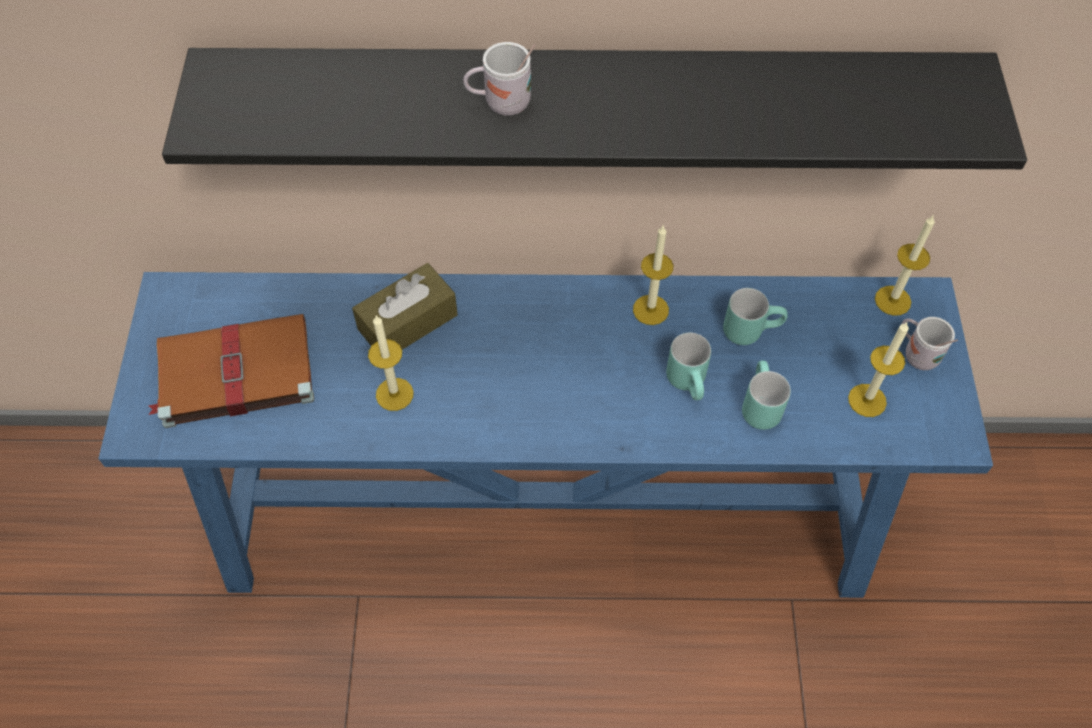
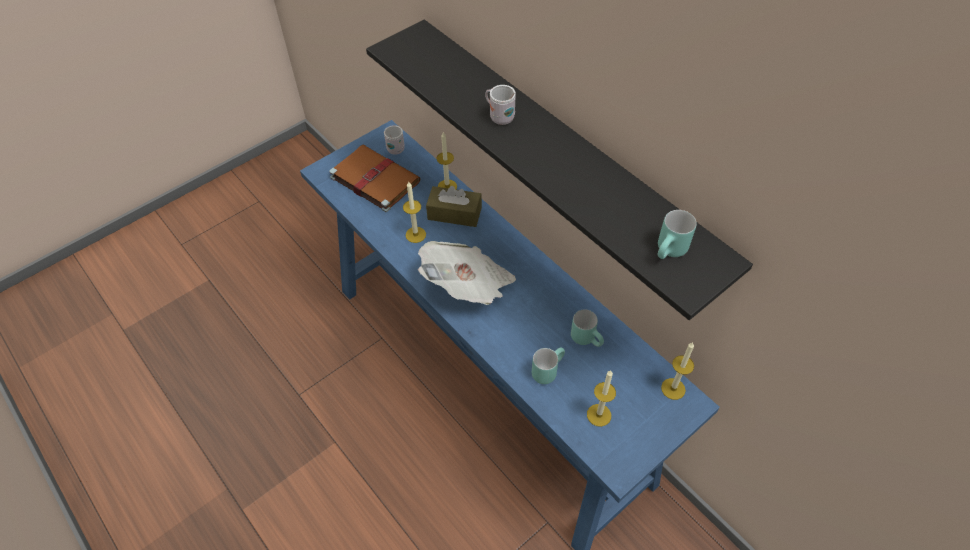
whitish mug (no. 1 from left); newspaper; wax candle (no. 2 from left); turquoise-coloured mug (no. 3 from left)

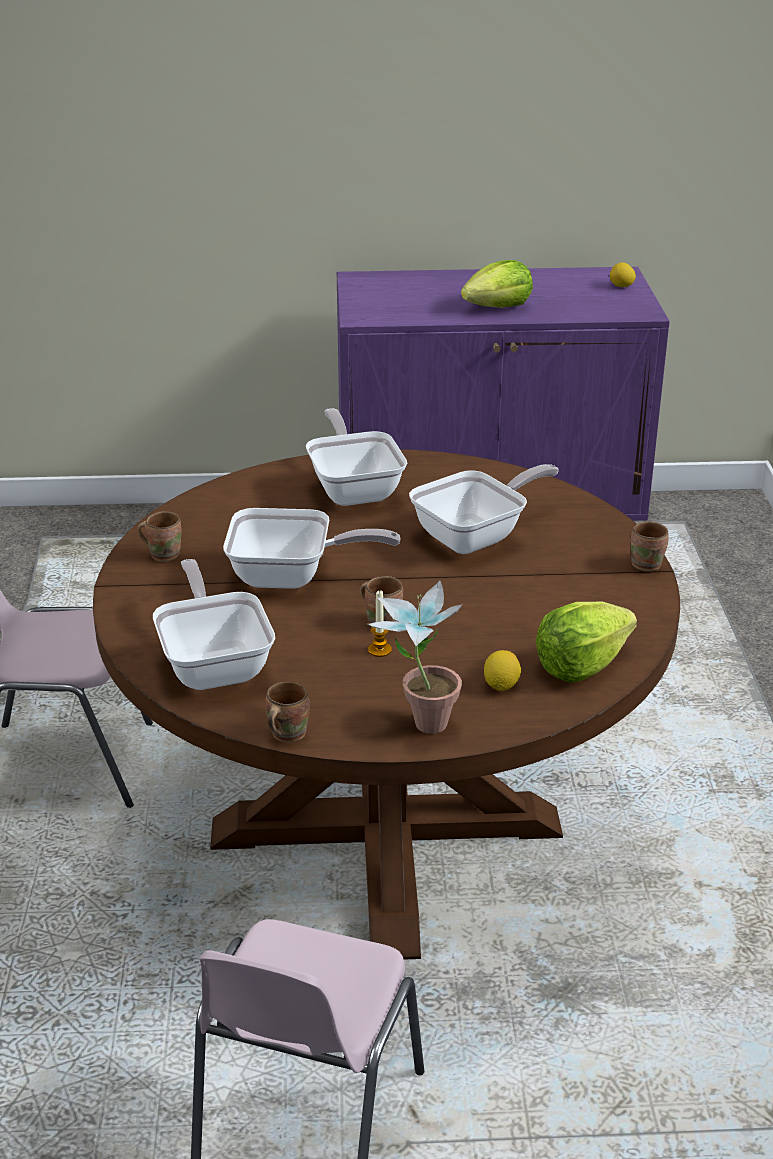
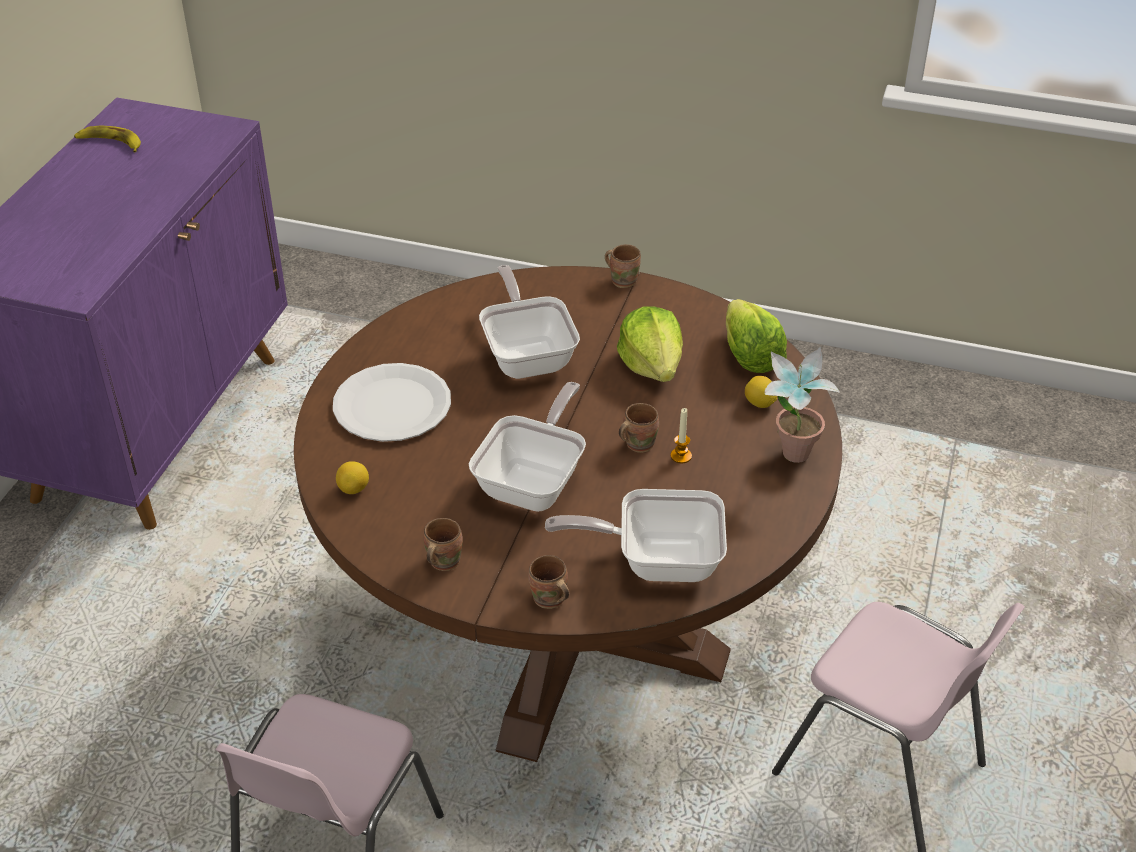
whole banana; whitish dinner plate; citrus fruit (no. 1 from left); brownish mug (no. 2 from left); lettuce head (no. 1 from left)

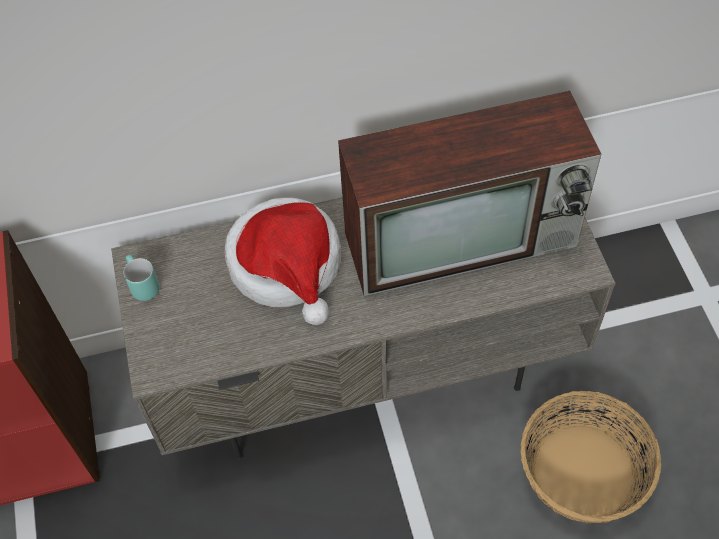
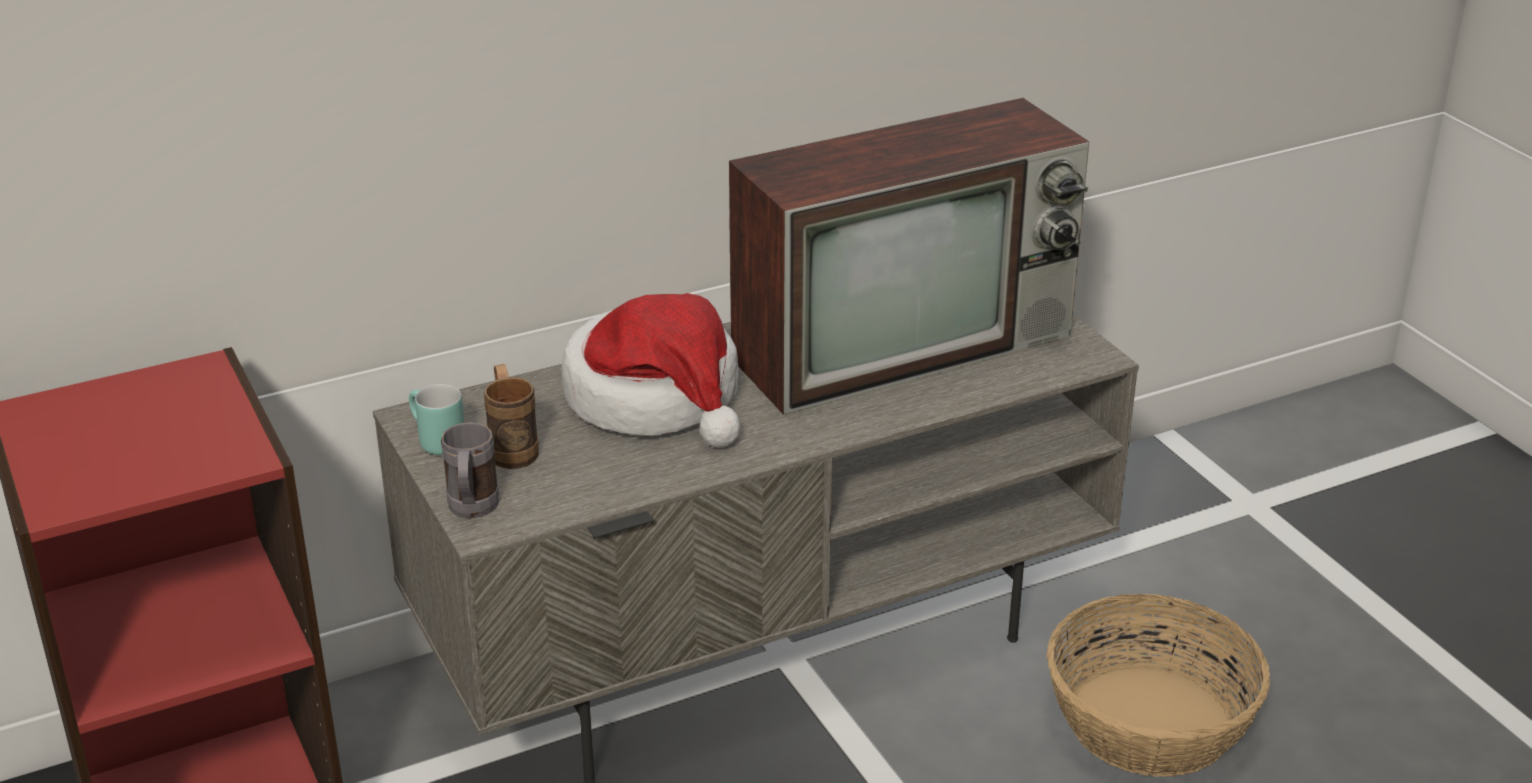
grey mug; brownish mug

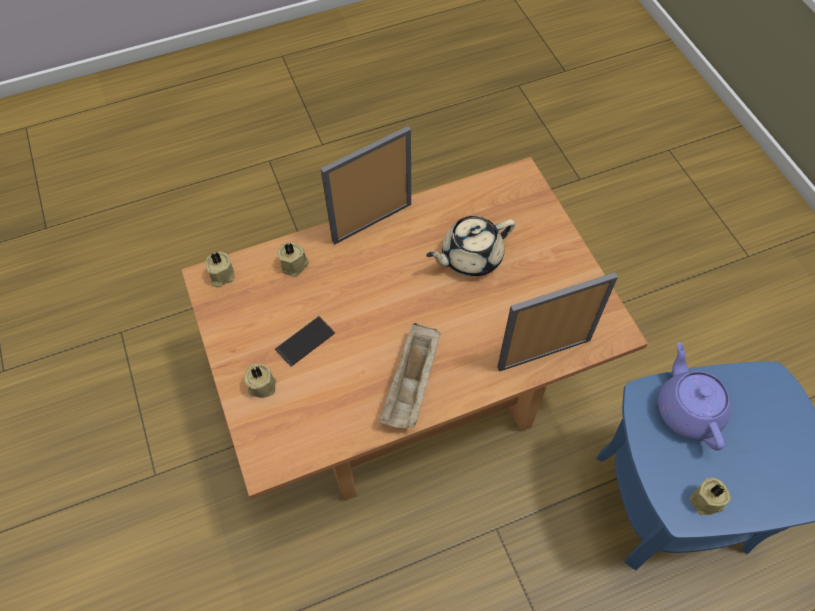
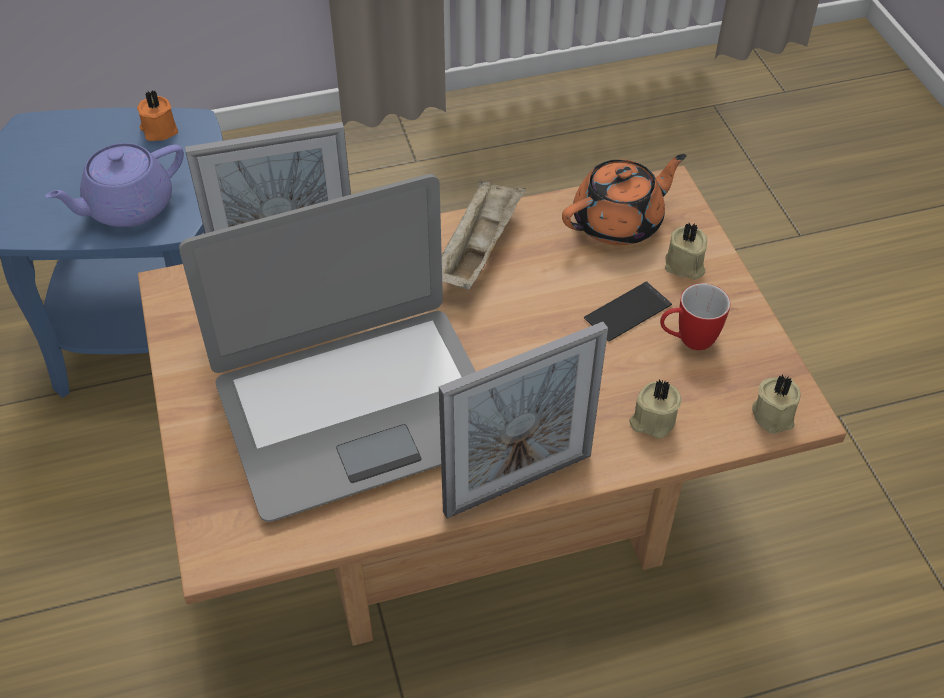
purple-coloured teapot; orangey wax candle; notebook computer; orangey teapot; mug

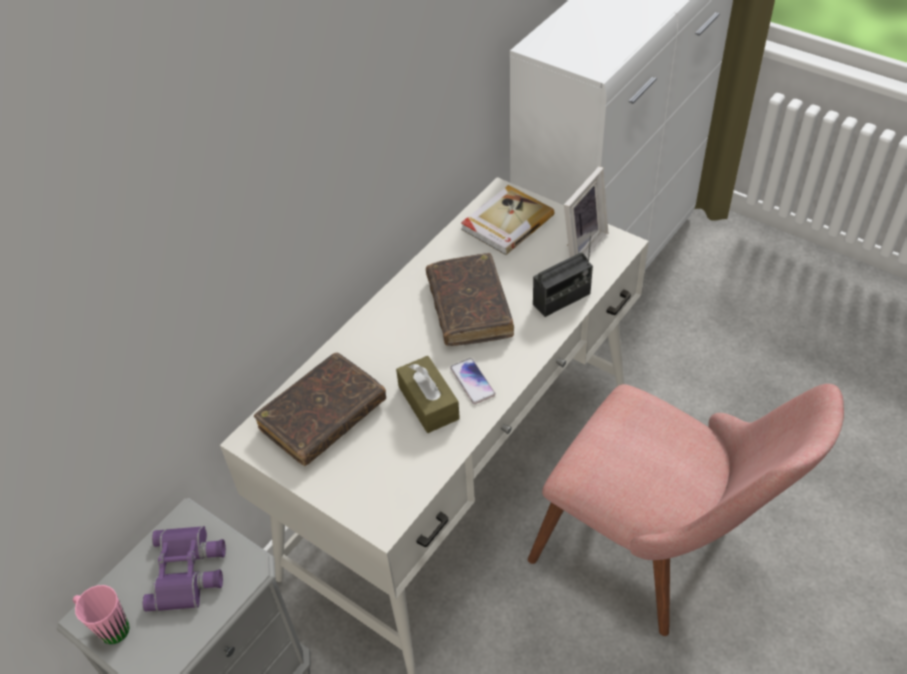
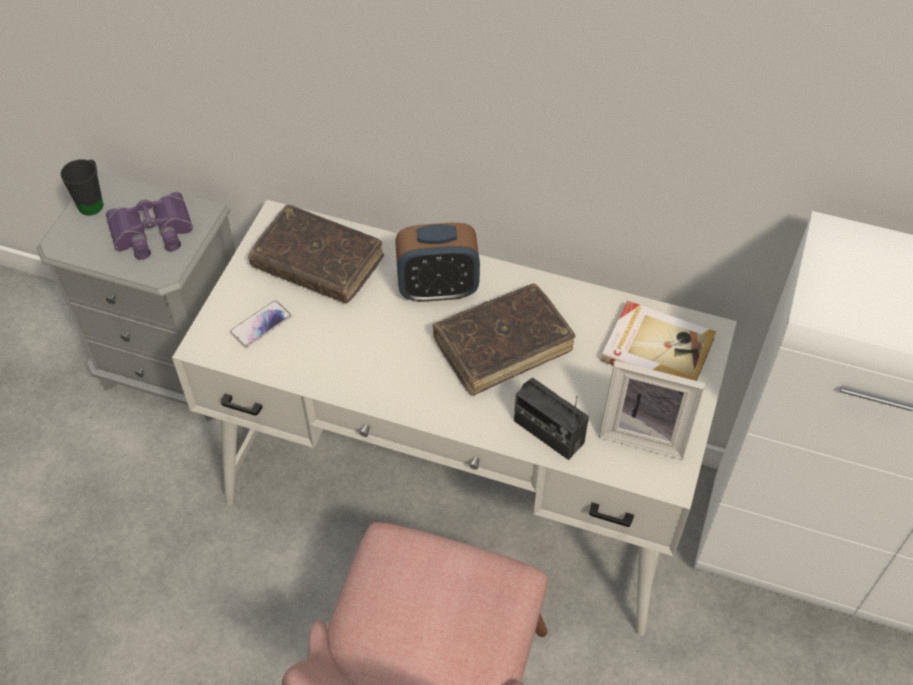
black-coloured mug; handset; alarm clock; brownish box of tissues

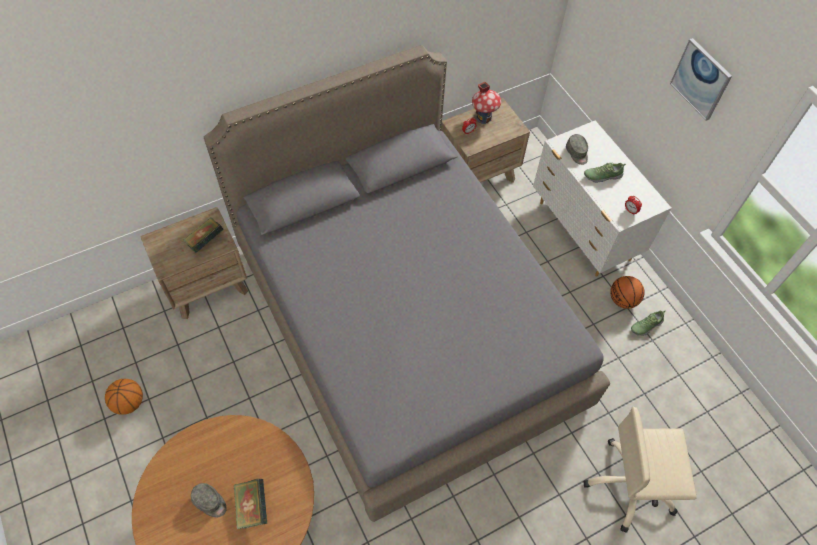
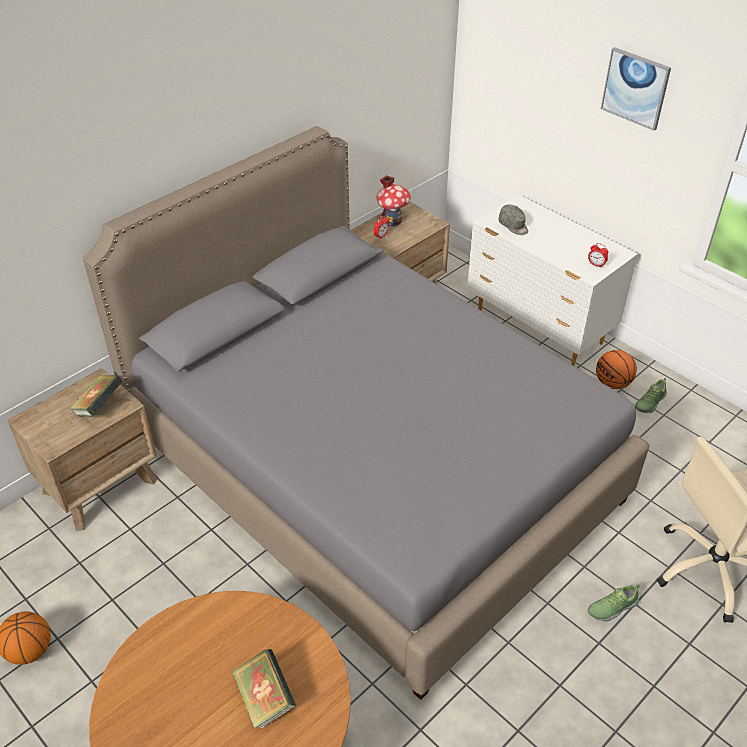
shoe (no. 1 from left); grey cap (no. 1 from left in the first image)

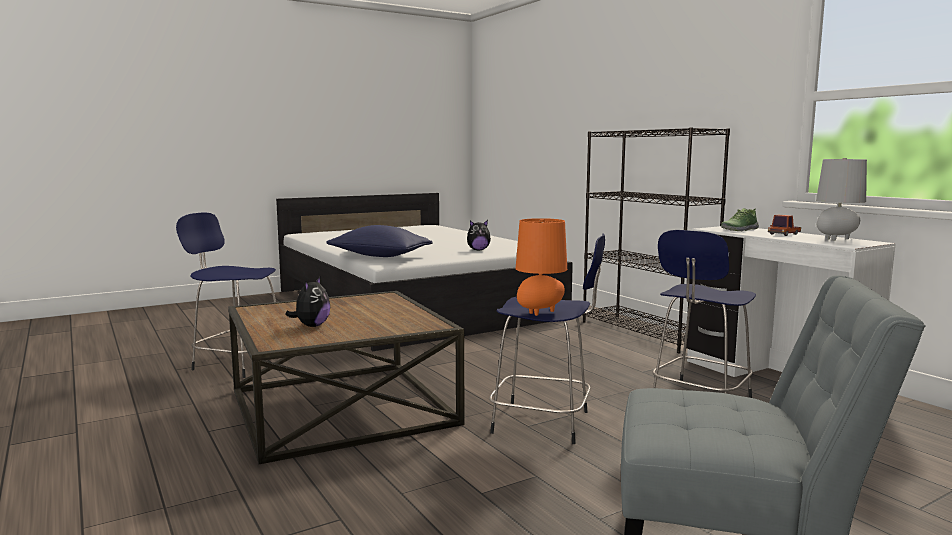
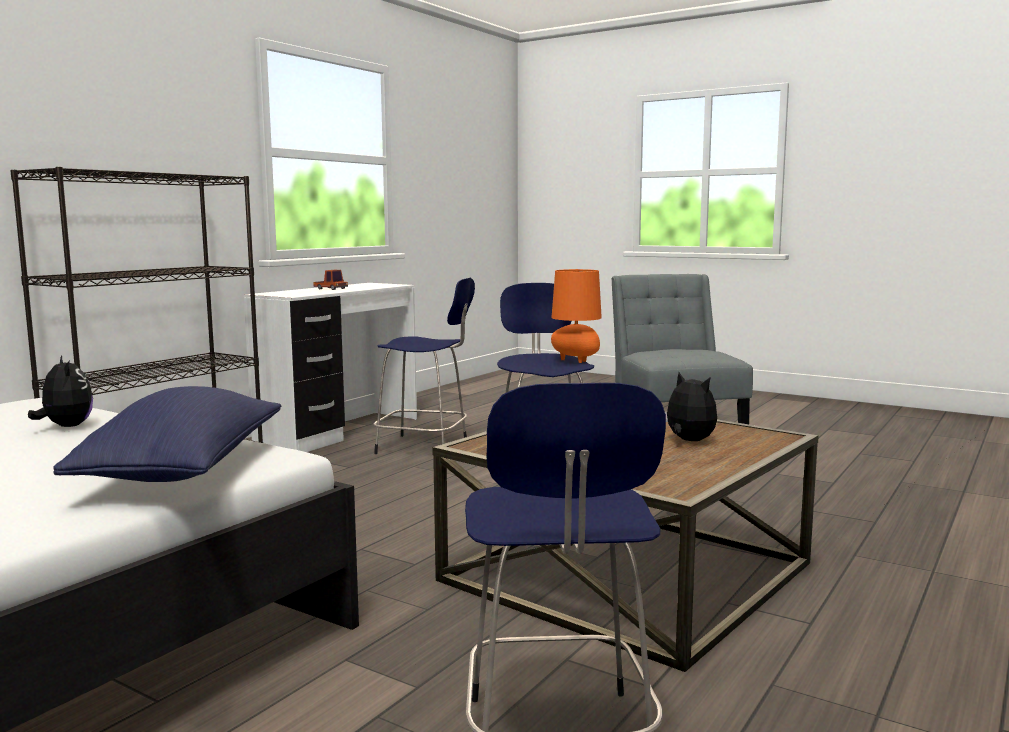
cuddly toy (no. 2 from left); shoe; grey tabletop lamp

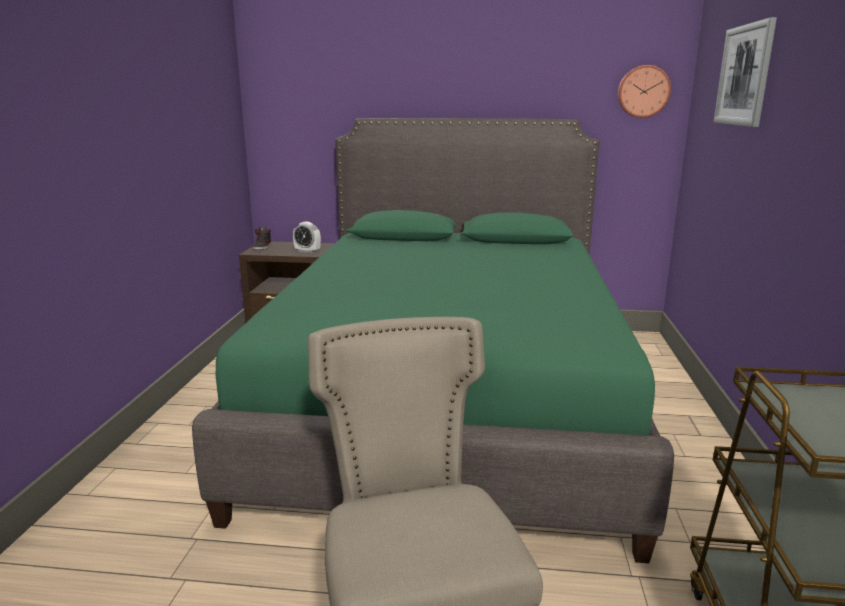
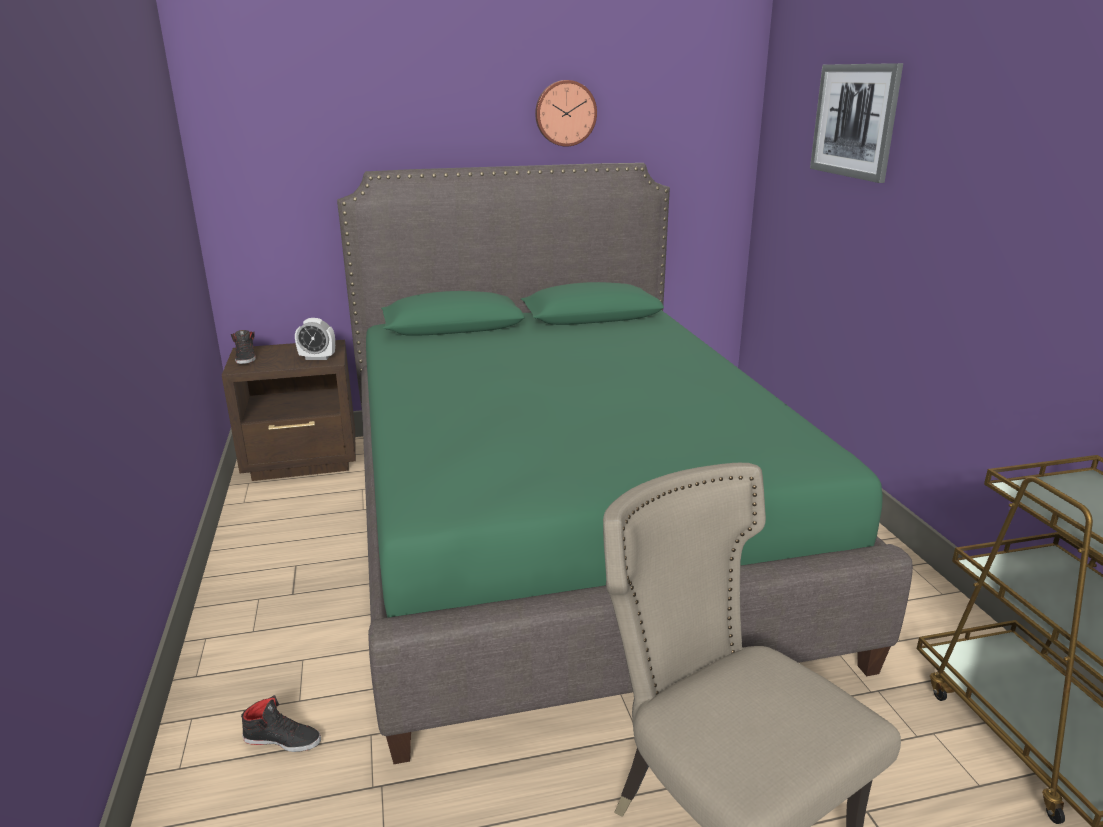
black-coloured shoe (no. 2 from left); clock on the wall

